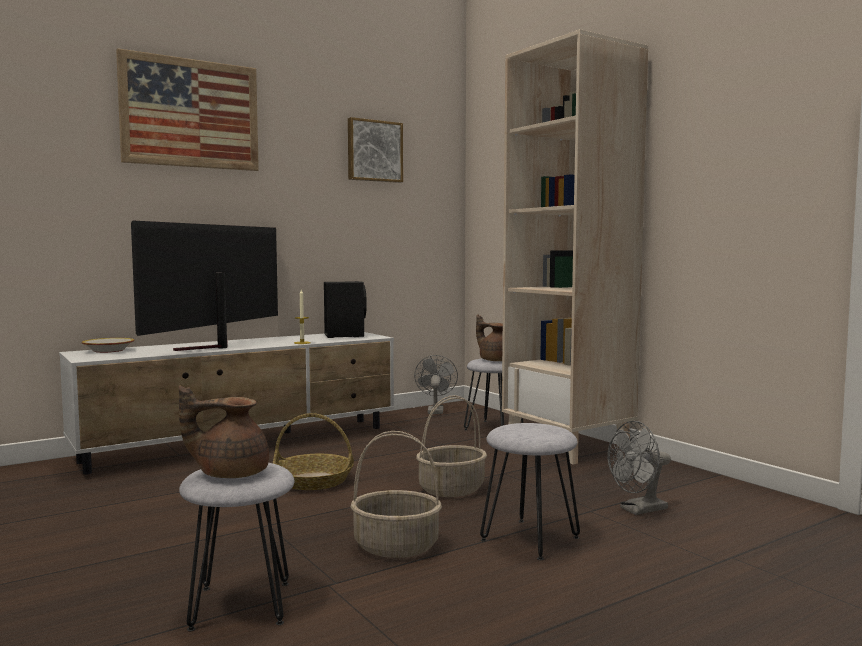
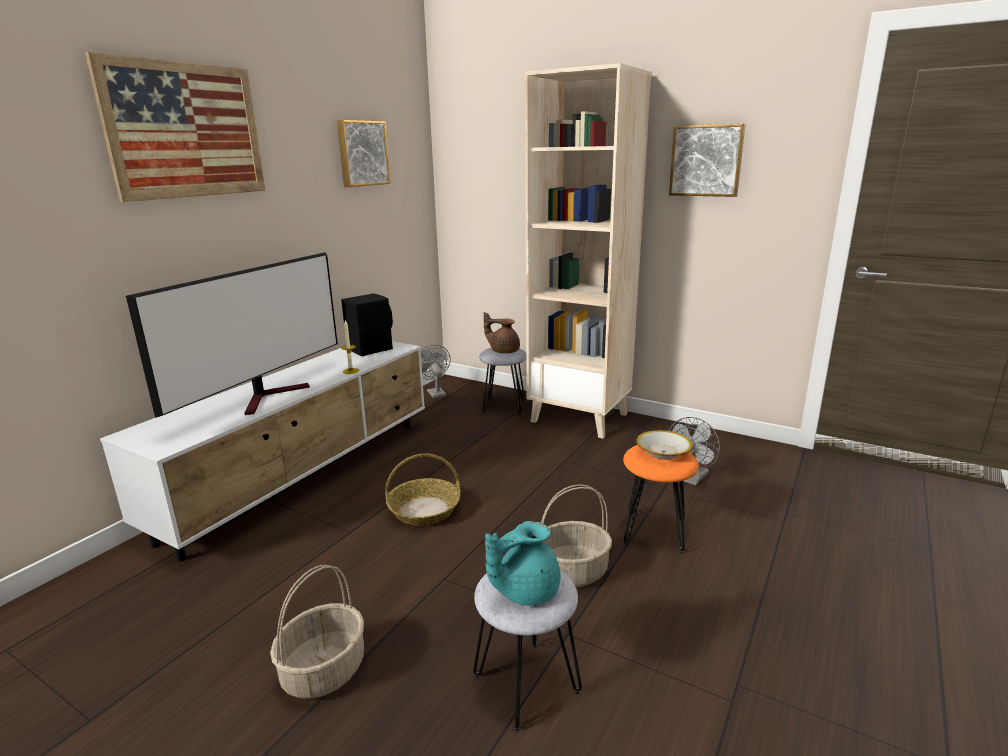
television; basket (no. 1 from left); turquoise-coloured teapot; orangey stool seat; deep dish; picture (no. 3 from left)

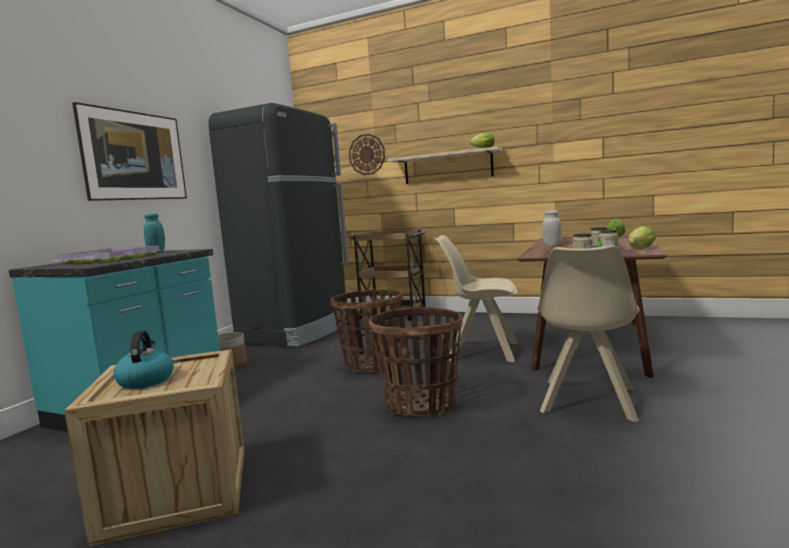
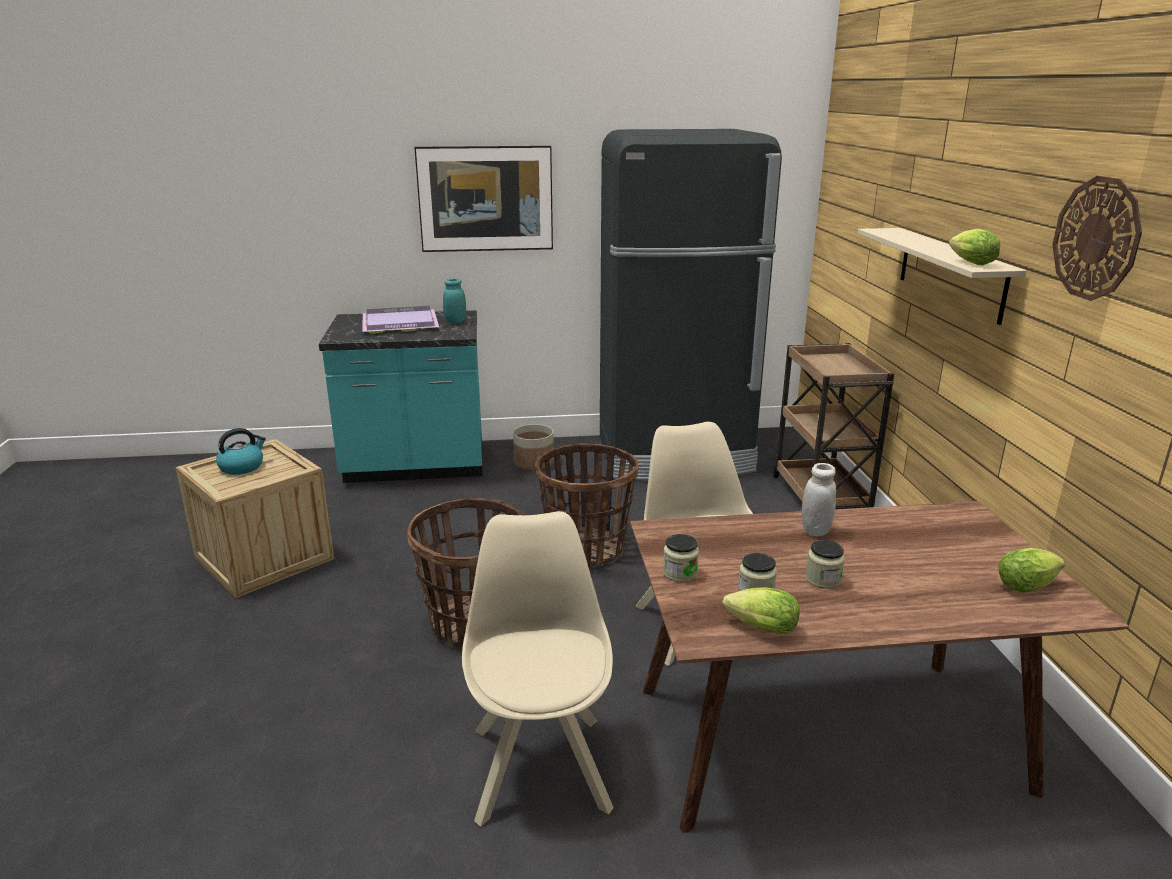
beige plain chair (no. 1 from left); clock on the wall

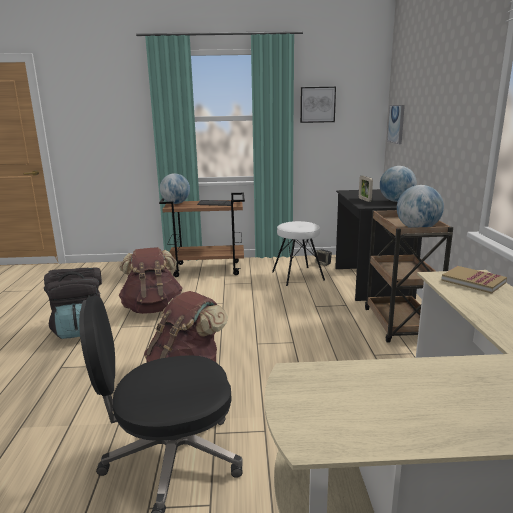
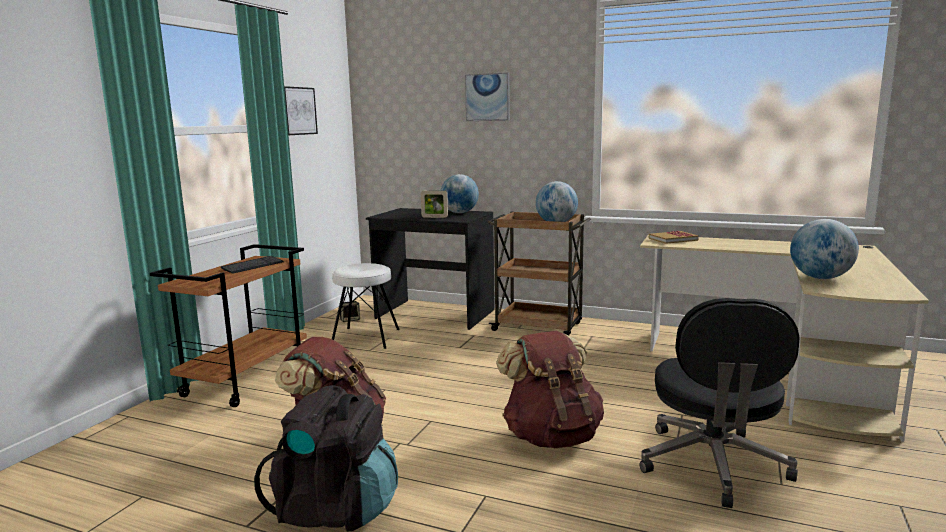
picture (no. 2 from left); globe (no. 3 from left)

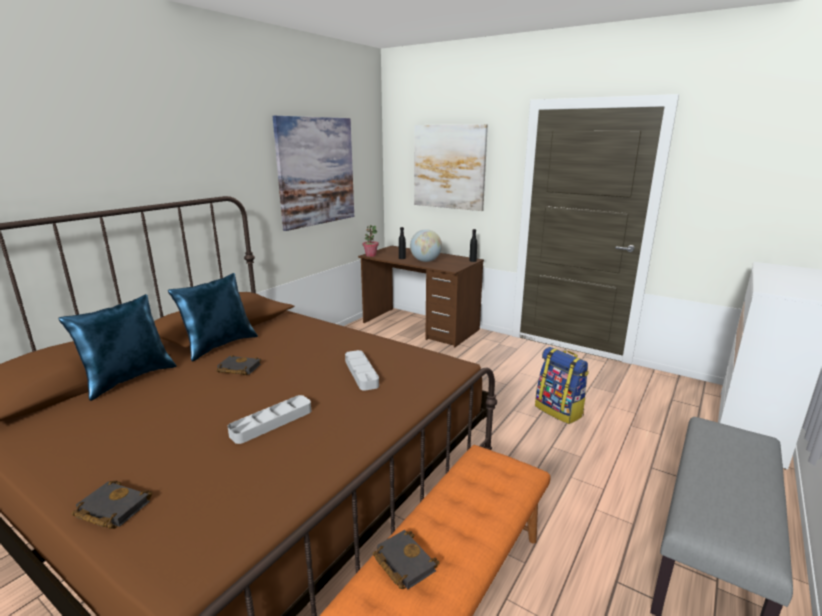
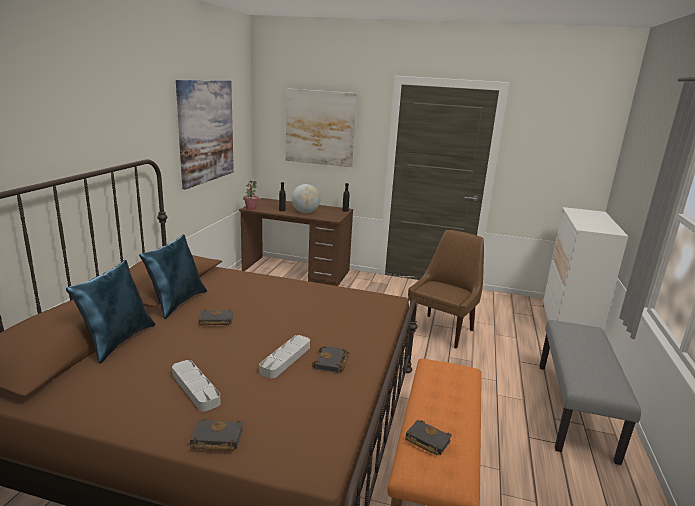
grey tray (no. 1 from left); black-coloured book (no. 3 from left); brownish plain chair

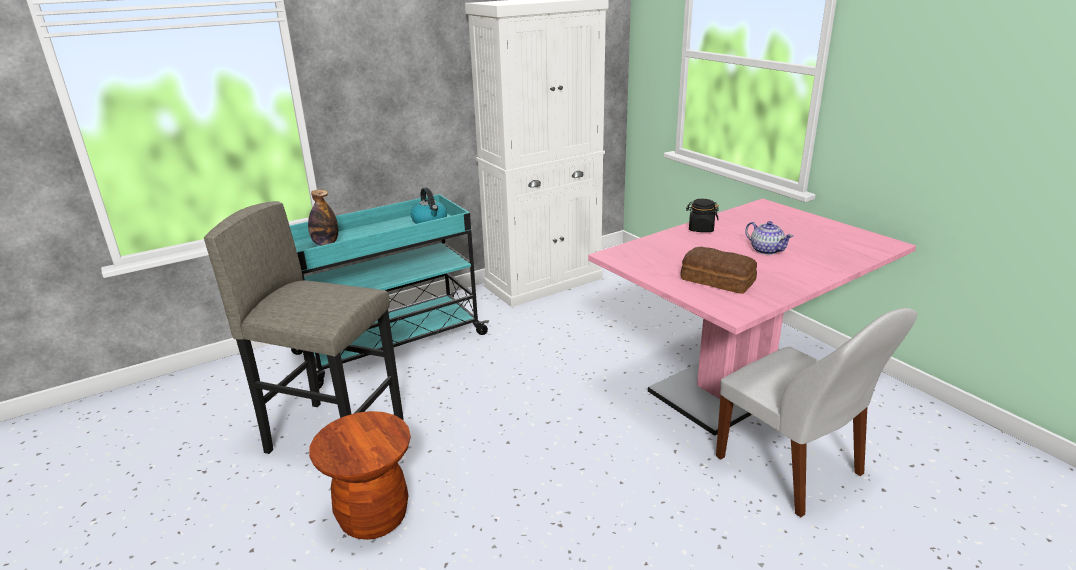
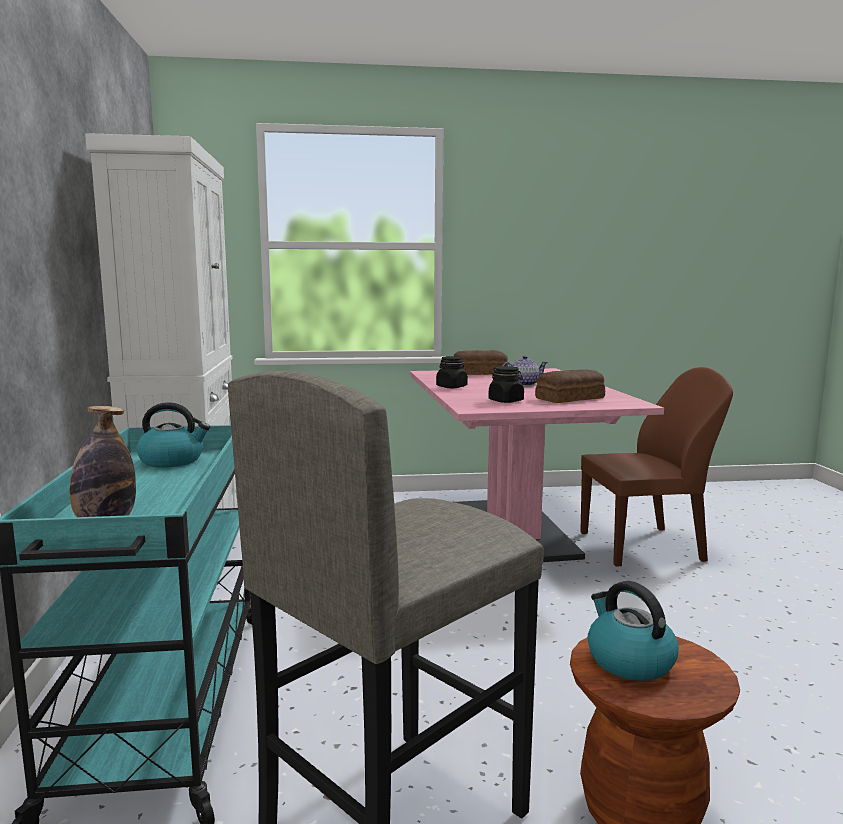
bakery bread (no. 1 from left); black-coloured jar (no. 2 from left); brownish plain chair; kettle (no. 2 from left)

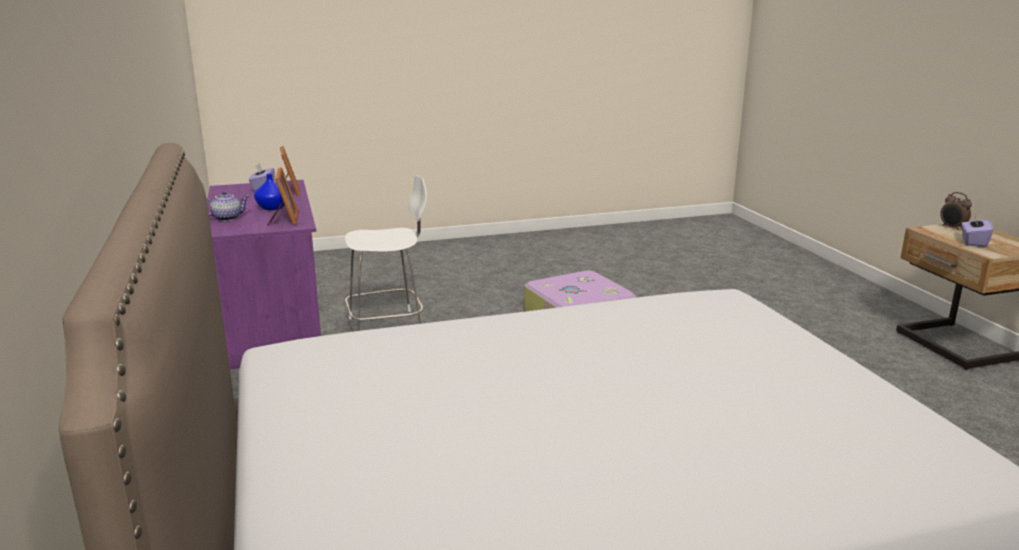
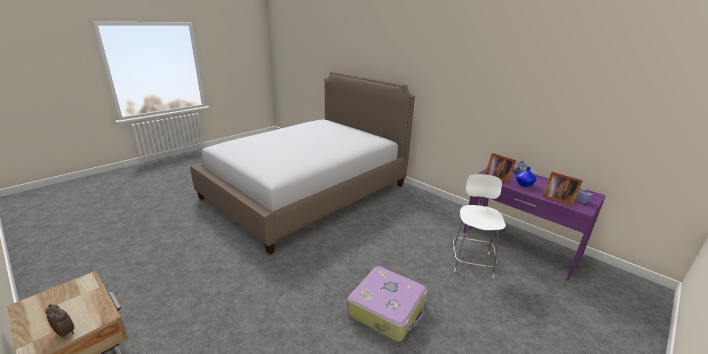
whitish plain chair; purple-coloured box of tissues (no. 2 from left in the first image)

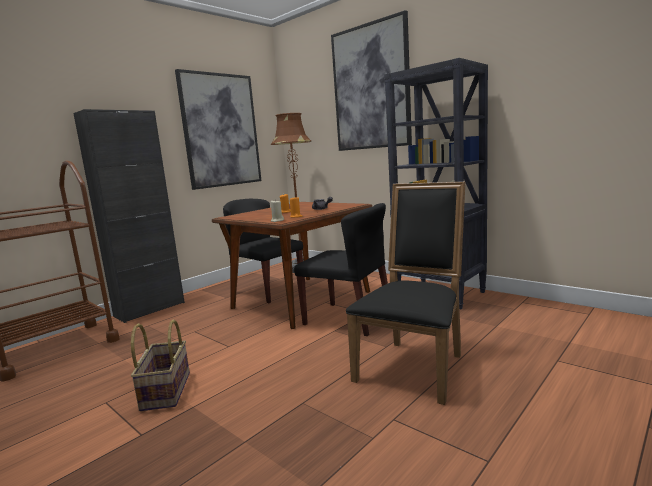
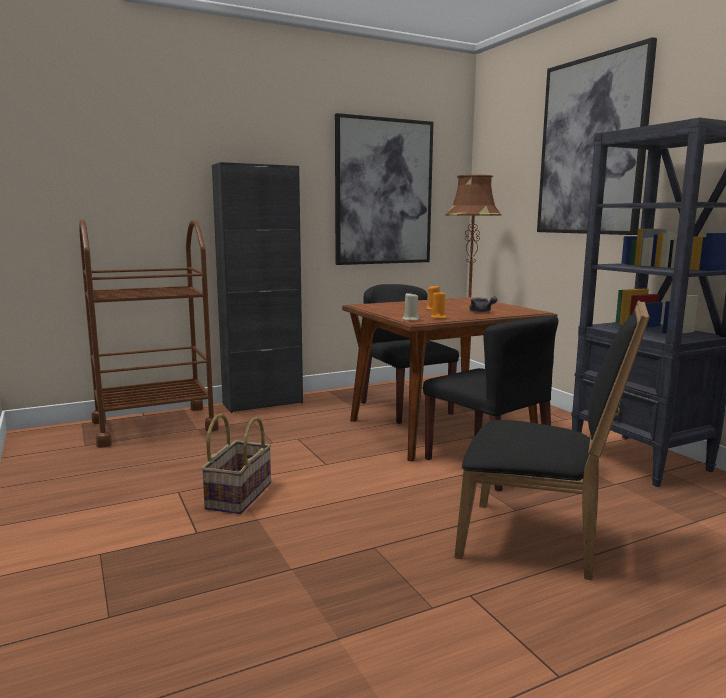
black-coloured plain chair (no. 3 from left)

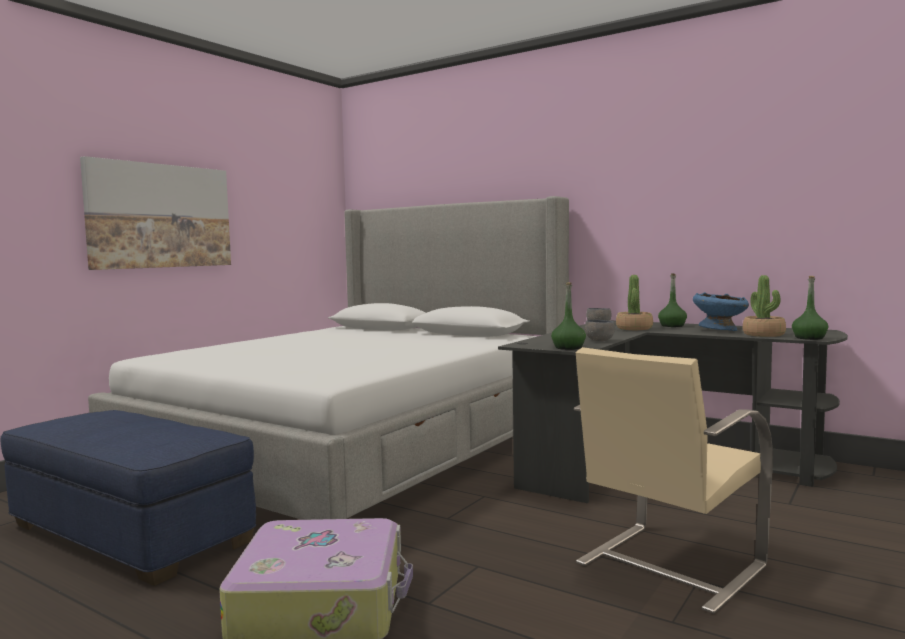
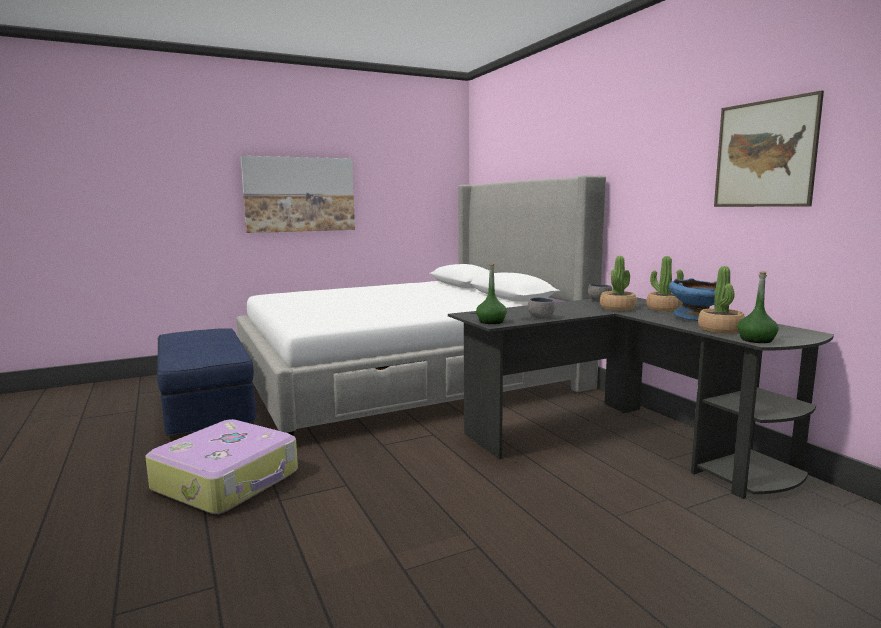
plant in a pot (no. 2 from left); picture (no. 2 from left); beige plain chair

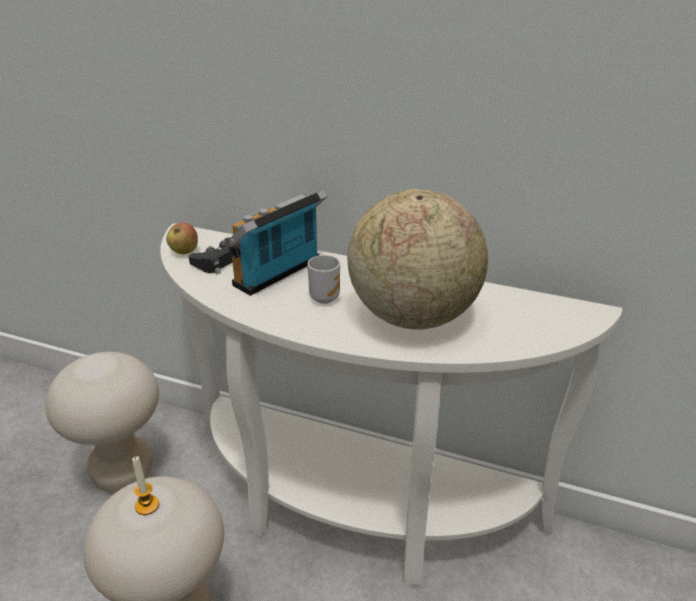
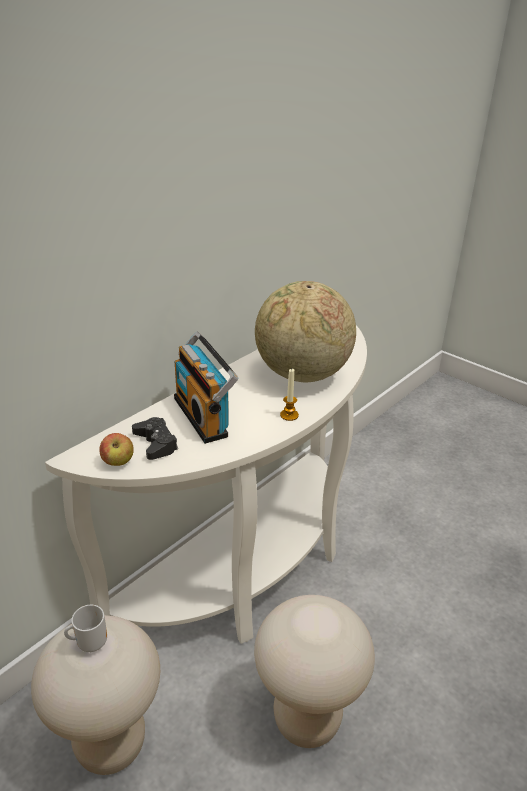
mug; wax candle

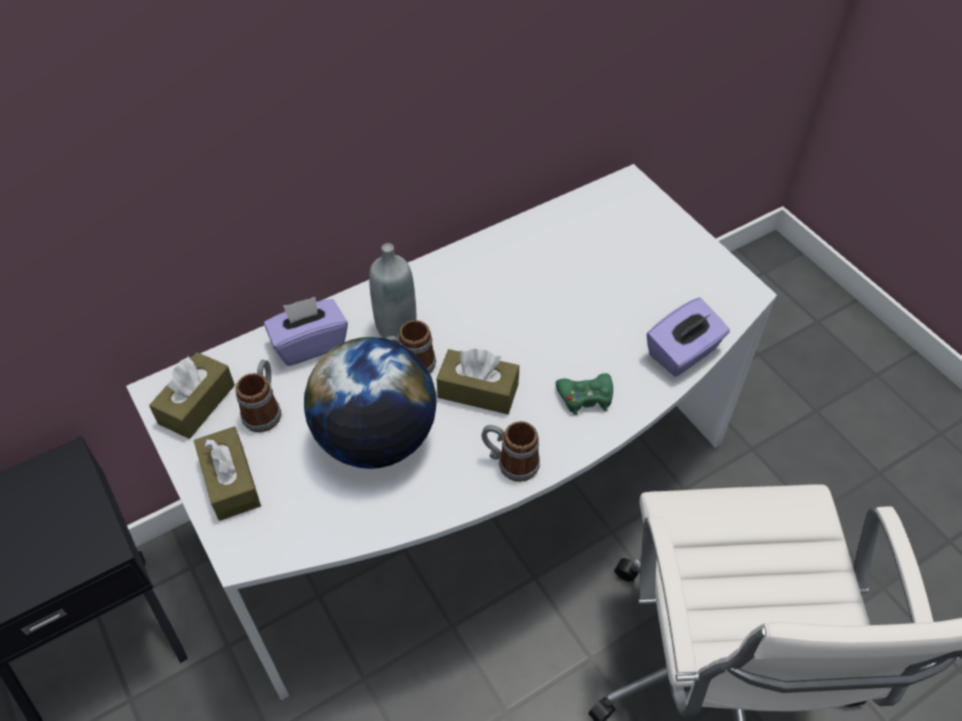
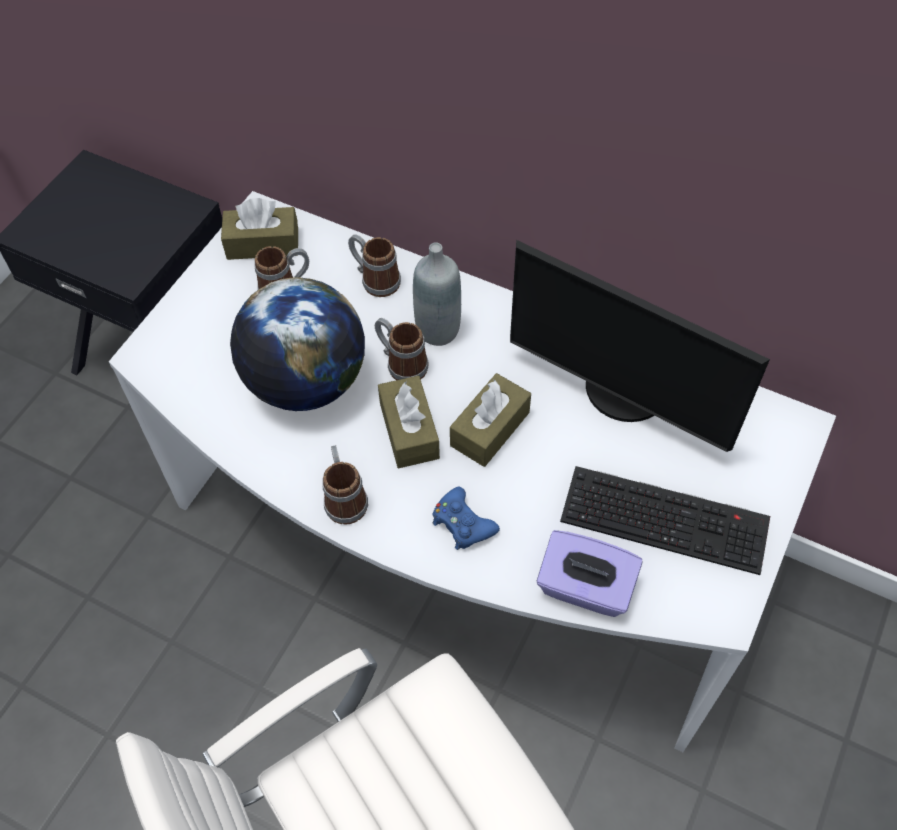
mug (no. 3 from left); blue-coloured game controller; brownish box of tissues (no. 3 from left); computer screen; PC keyboard

